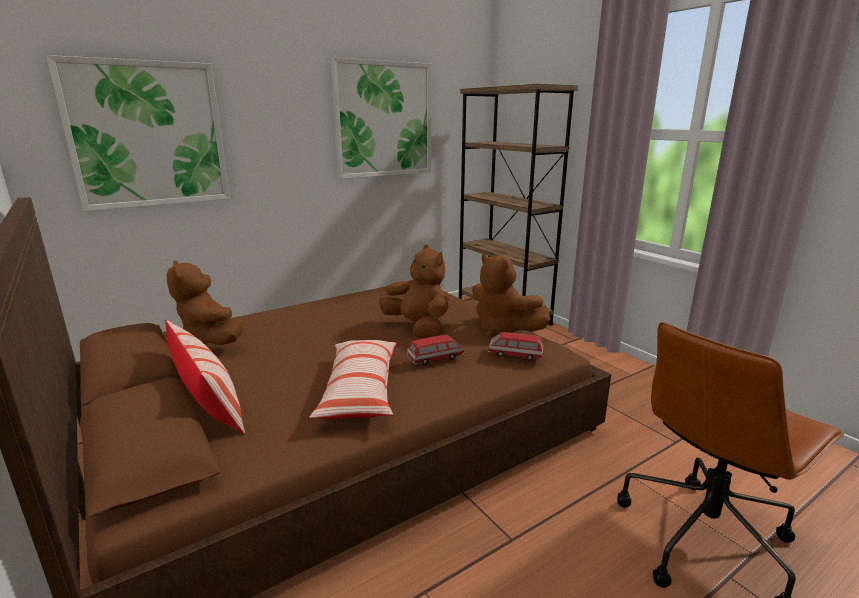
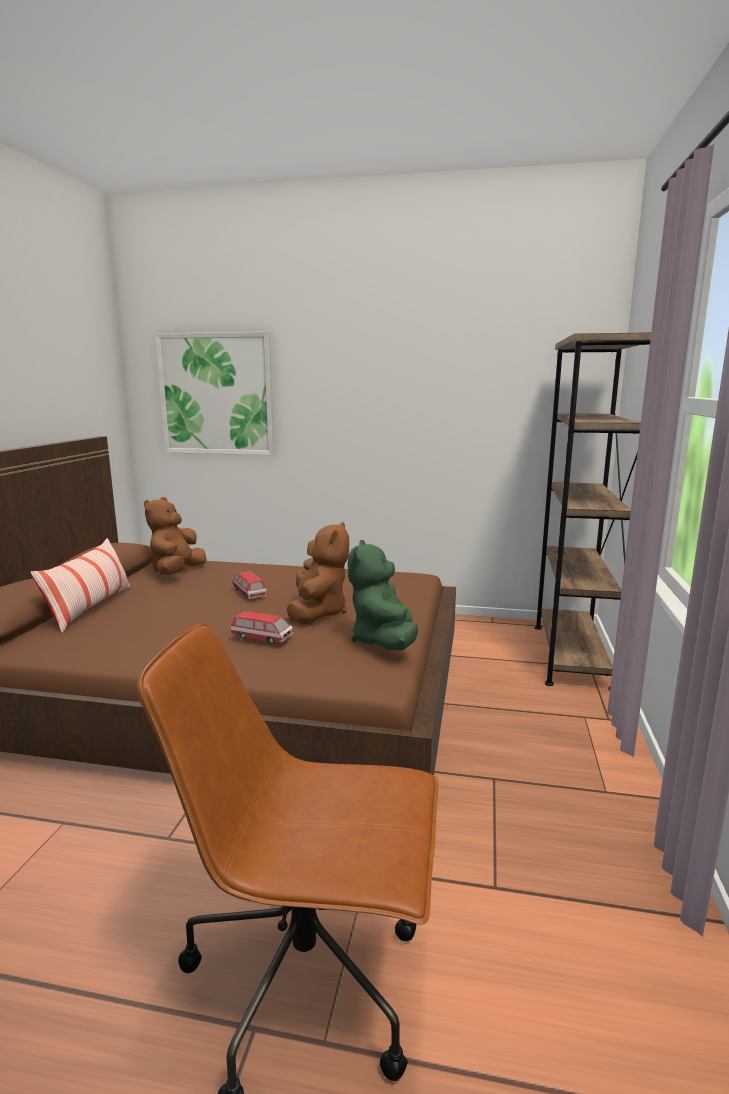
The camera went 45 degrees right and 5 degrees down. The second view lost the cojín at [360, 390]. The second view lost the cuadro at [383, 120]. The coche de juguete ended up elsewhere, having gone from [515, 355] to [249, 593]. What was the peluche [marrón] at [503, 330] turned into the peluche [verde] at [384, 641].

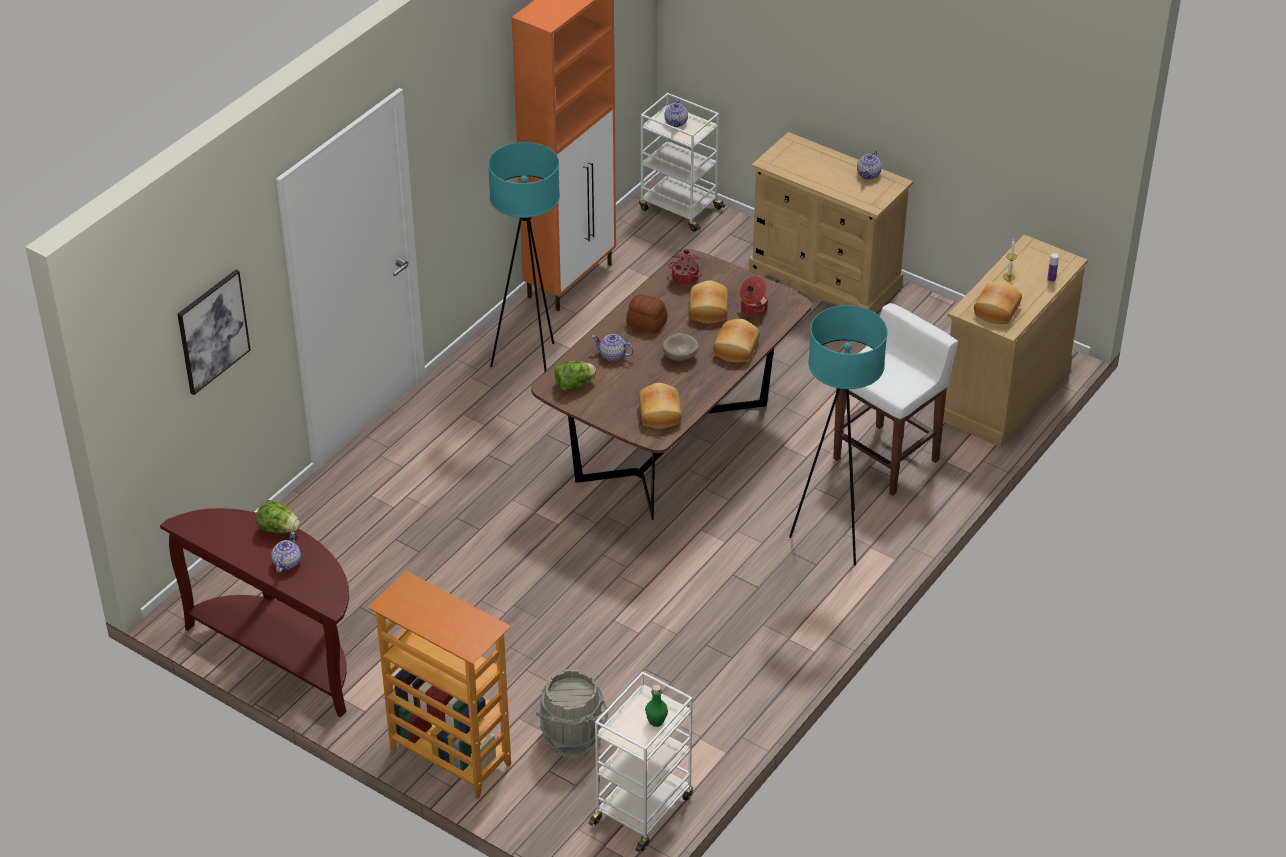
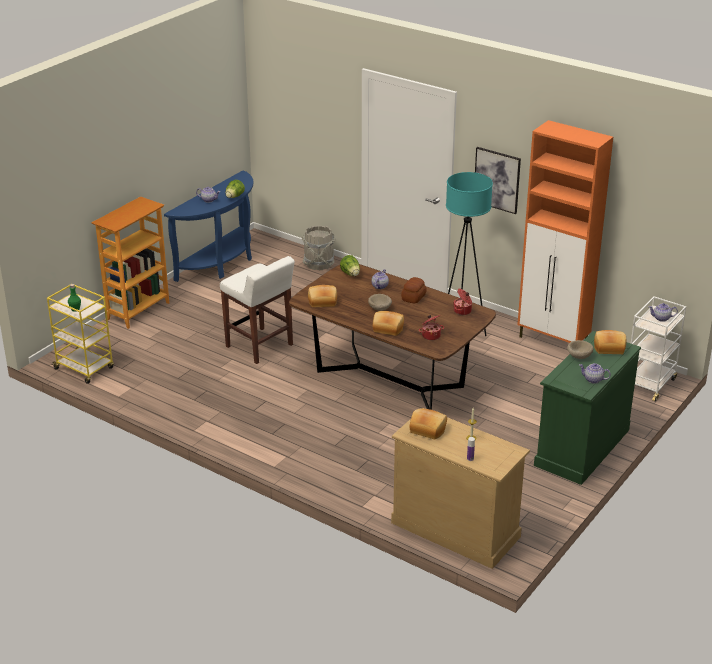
The camera went 90 degrees right and 10 degrees down. The second view lost the lámpara de pie [turquesa] at [833, 536]. The second view gained the cuenco [beis] at [578, 356]. The cuadro ended up elsewhere, having gone from [212, 331] to [497, 180]. The cubo [gris] ended up elsewhere, having gone from [572, 737] to [319, 264]. The pan ended up elsewhere, having gone from [707, 310] to [609, 347]. The taburete [blanco] ended up elsewhere, having gone from [887, 459] to [260, 346]. What was the mesa consola [marrón] at [282, 654] turned into the mesa consola [azul] at [221, 263]. What was the carrito [blanco] at [643, 808] turned into the carrito [amarillo] at [85, 369]. What was the cómoda [beis] at [825, 278] turned into the cómoda [verde] at [581, 447].

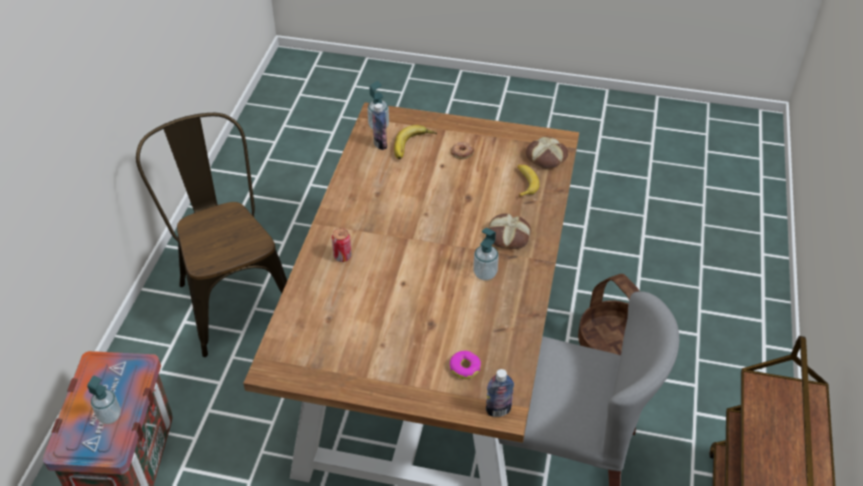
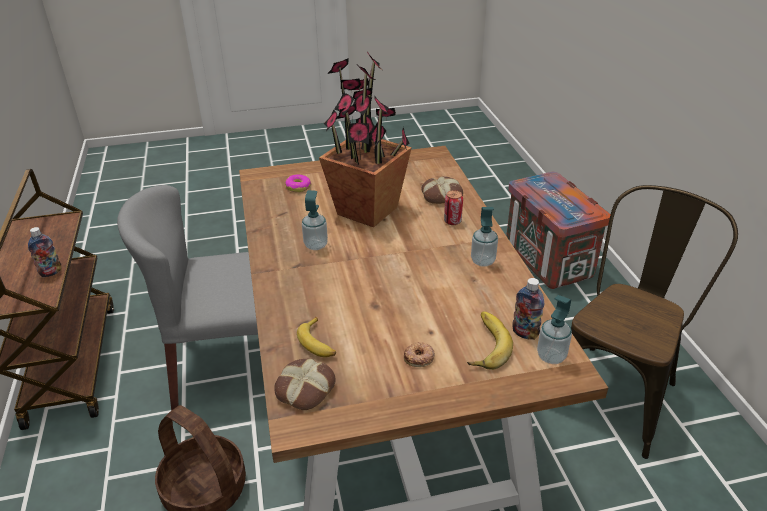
The camera went 155 degrees right and 10 degrees down. The second view gained the planta en maceta at [367, 211]. The dispensador de jabón ended up elsewhere, having gone from [110, 416] to [483, 261]. The botella ended up elsewhere, having gone from [498, 410] to [51, 272]. The pan ended up elsewhere, having gone from [508, 236] to [441, 195]. The silla [marrón] at [232, 296] ended up facing another way, 90 degrees counterclockwise from before.

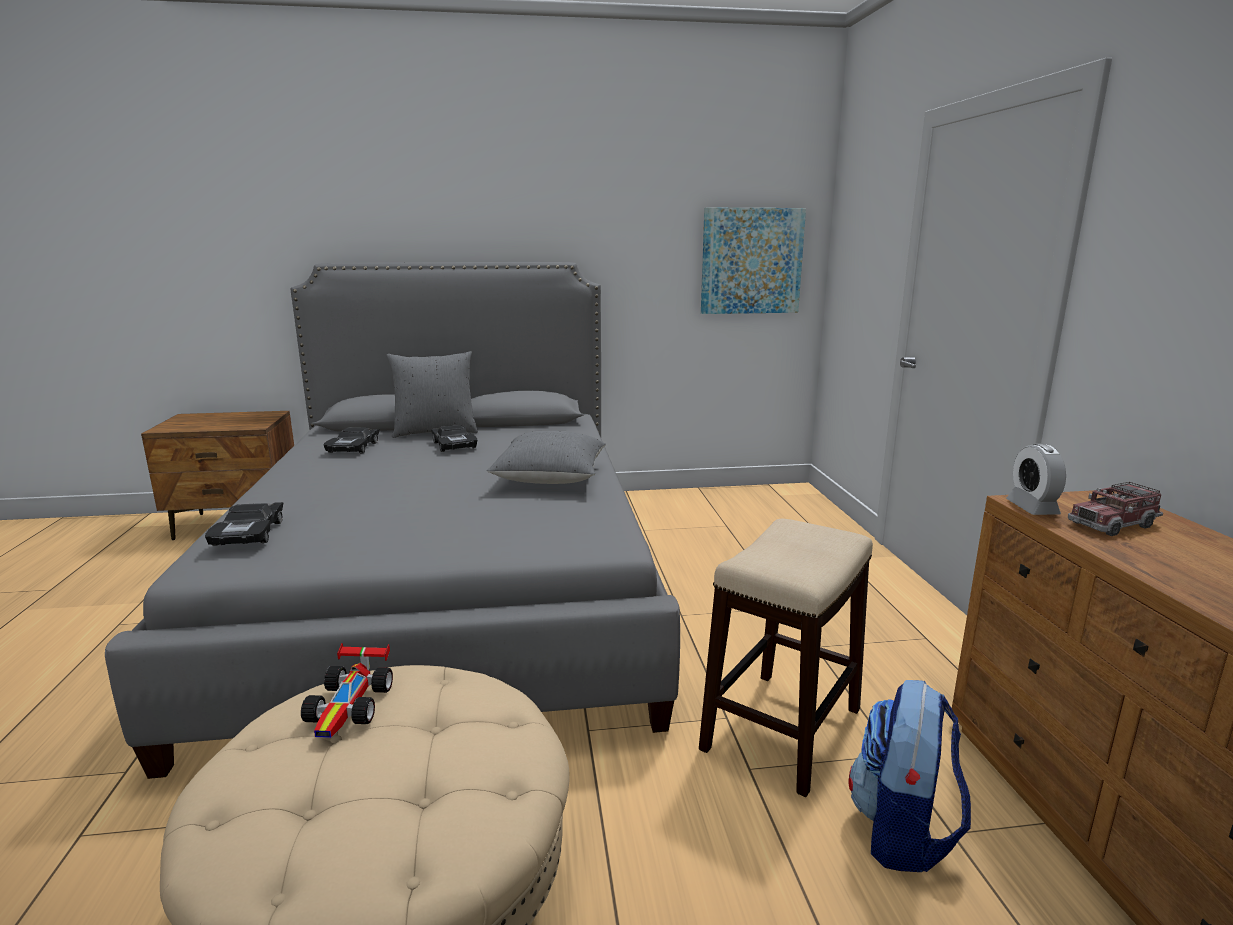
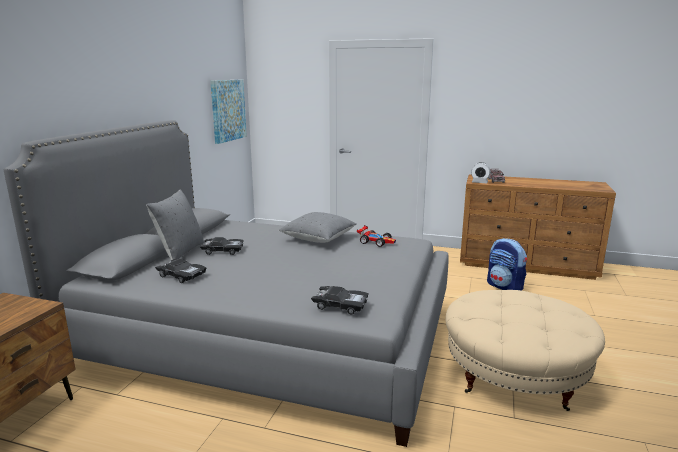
The camera went 65 degrees left and 0 degrees up. The second view lost the taburete at [781, 730]. The coche de juguete ended up elsewhere, having gone from [351, 705] to [376, 242].

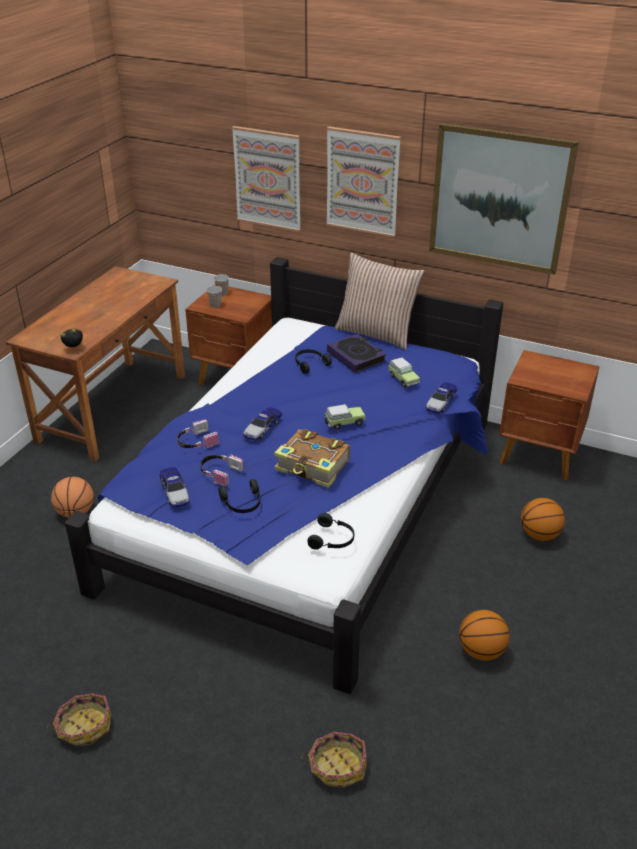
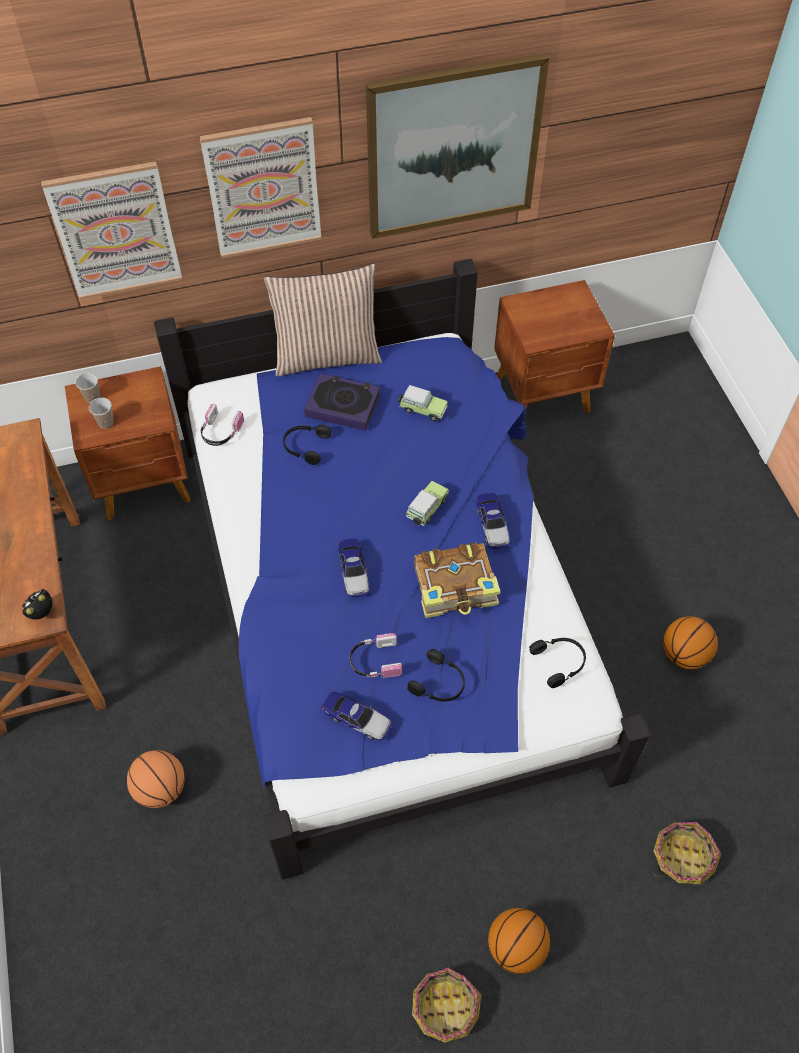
The camera went 40 degrees left and 20 degrees up. The auriculares ended up elsewhere, having gone from [196, 442] to [220, 432]. The coche de juguete ended up elsewhere, having gone from [441, 402] to [492, 524]. The balón de baloncesto ended up elsewhere, having gone from [539, 535] to [516, 947].

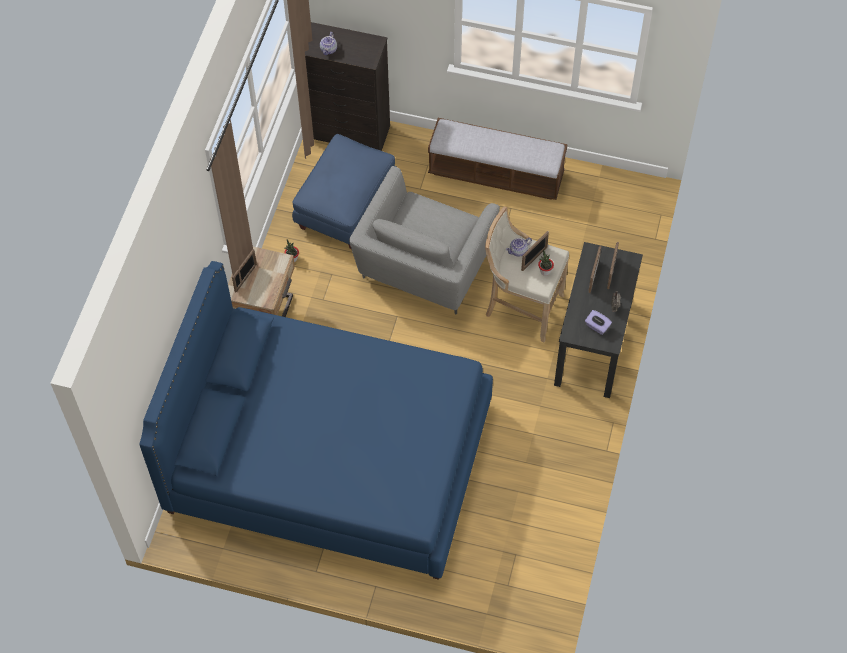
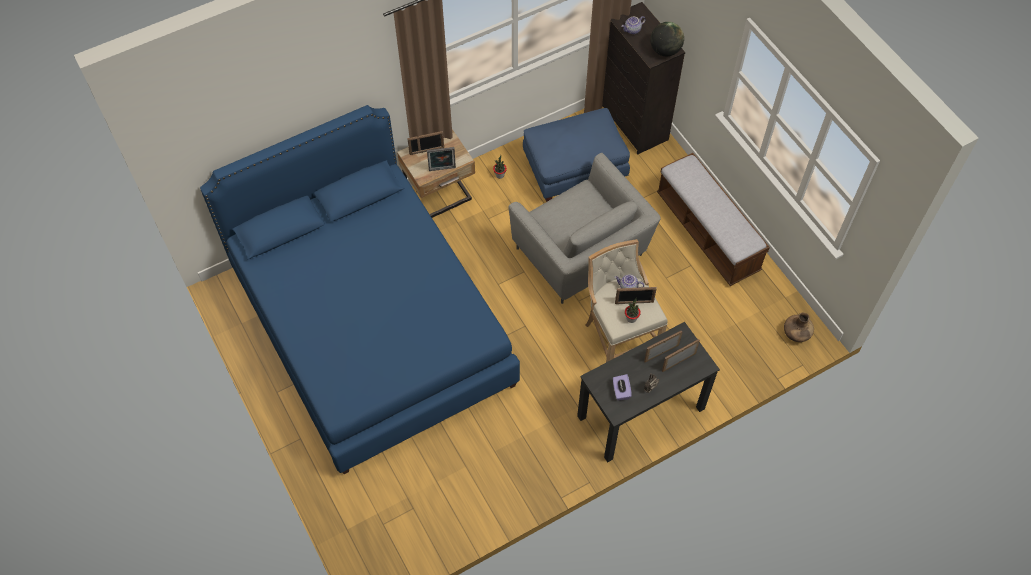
The camera went 45 degrees right and 0 degrees up. The second view gained the portarretratos at [442, 170]. The second view gained the globo terráqueo at [665, 51]. The second view gained the florero [marrón] at [796, 334]. The sillón [gris] at [424, 267] ended up facing another way, 105 degrees counterclockwise from before.

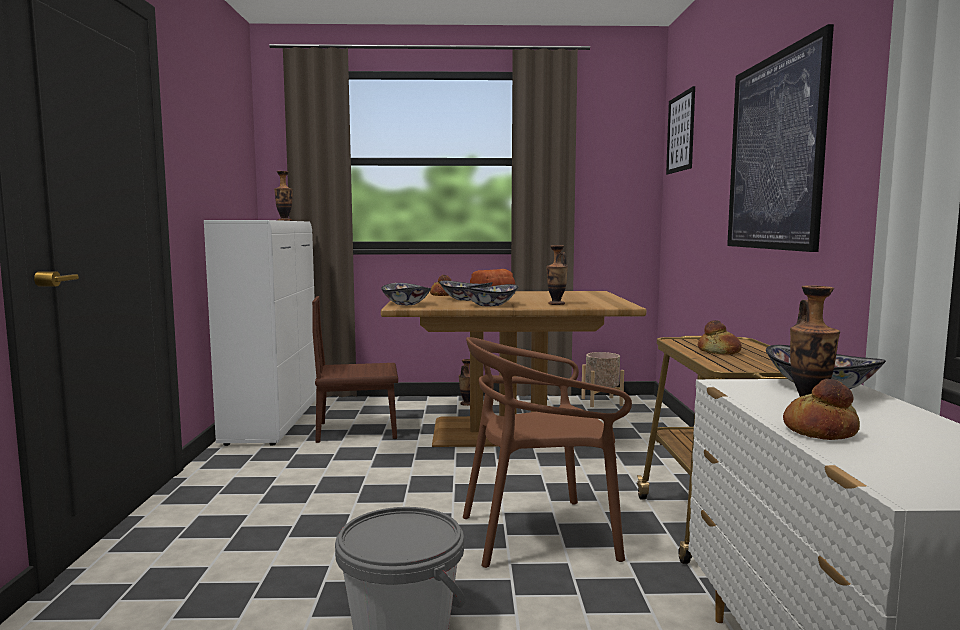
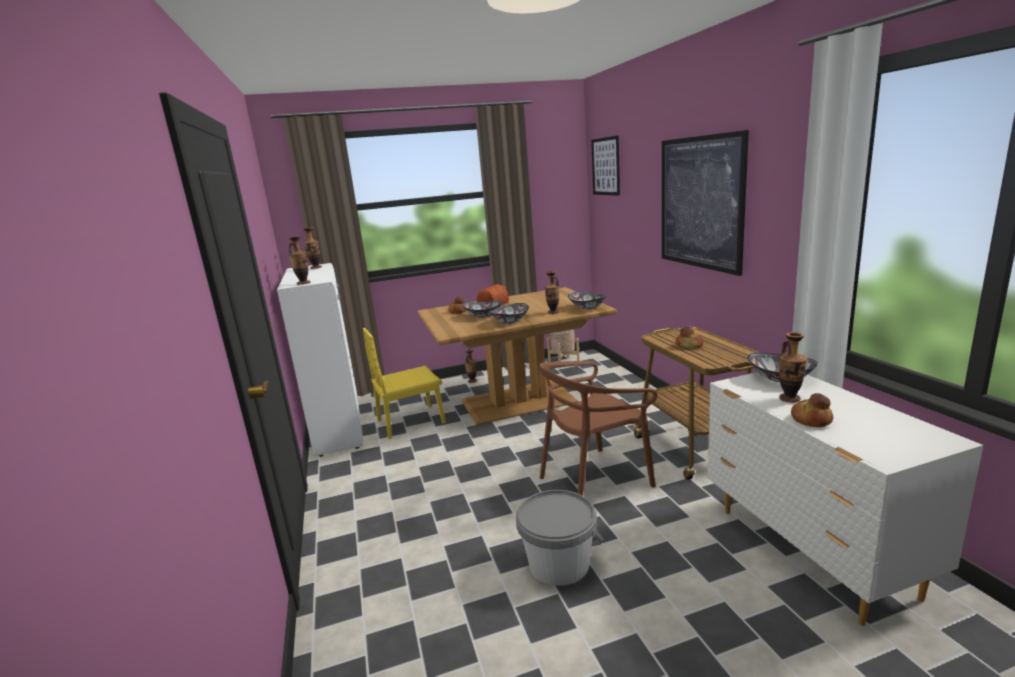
The camera went 15 degrees left and 10 degrees up. The second view gained the florero at [303, 283]. The cuenco ended up elsewhere, having gone from [407, 304] to [588, 307]. What was the silla [marrón] at [357, 430] turned into the silla [amarillo] at [411, 421].

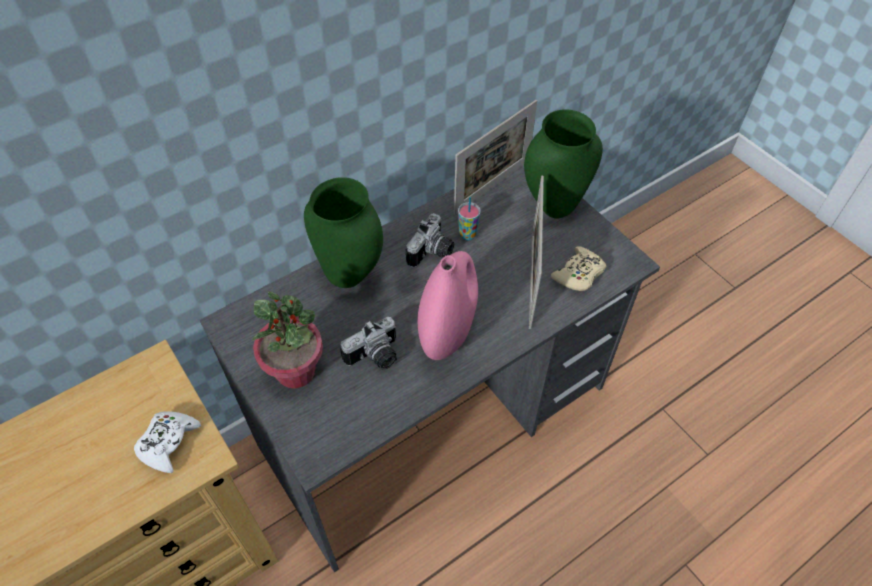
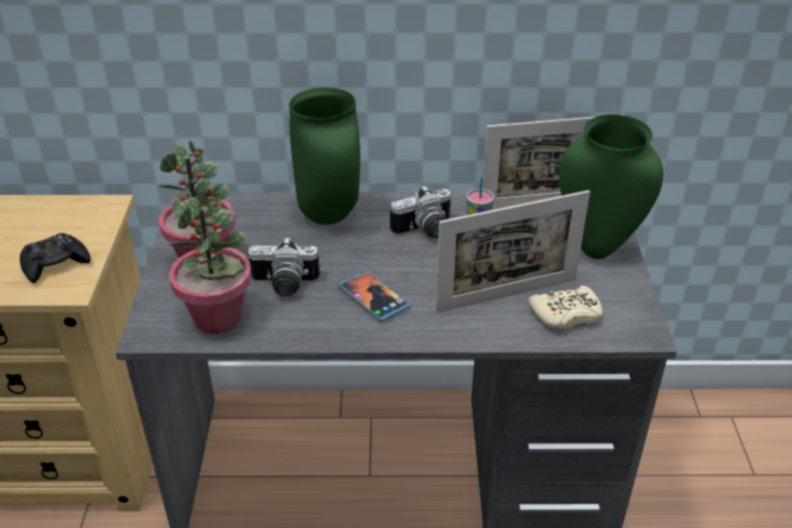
The camera went 35 degrees right and 15 degrees down. The second view gained the planta en maceta at [218, 318]. Where the florero [rosa] stood at [448, 331], the móvil came to stand at [373, 298]. What was the mando de consola [blanco] at [168, 443] turned into the mando de consola [negro] at [55, 264]. The portarretratos at [531, 279] ended up facing another way, 150 degrees counterclockwise from before.

